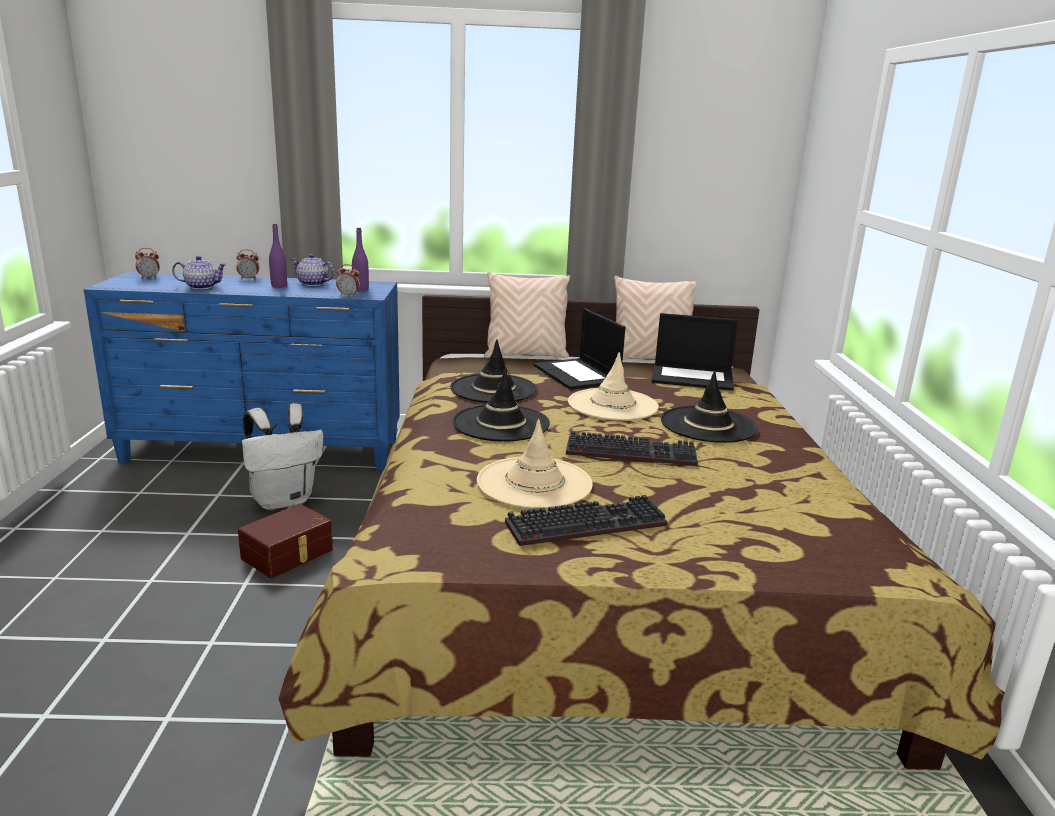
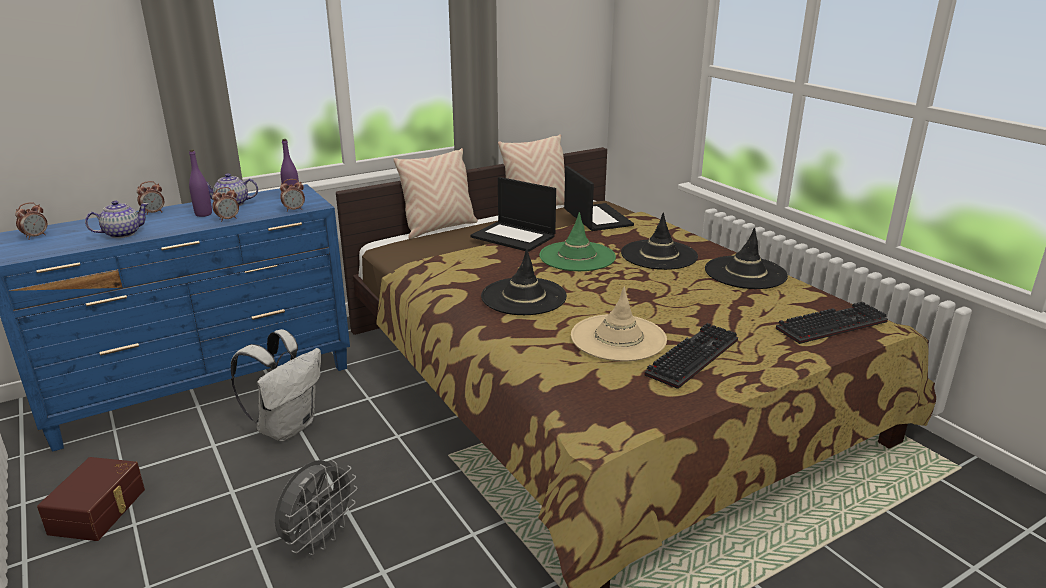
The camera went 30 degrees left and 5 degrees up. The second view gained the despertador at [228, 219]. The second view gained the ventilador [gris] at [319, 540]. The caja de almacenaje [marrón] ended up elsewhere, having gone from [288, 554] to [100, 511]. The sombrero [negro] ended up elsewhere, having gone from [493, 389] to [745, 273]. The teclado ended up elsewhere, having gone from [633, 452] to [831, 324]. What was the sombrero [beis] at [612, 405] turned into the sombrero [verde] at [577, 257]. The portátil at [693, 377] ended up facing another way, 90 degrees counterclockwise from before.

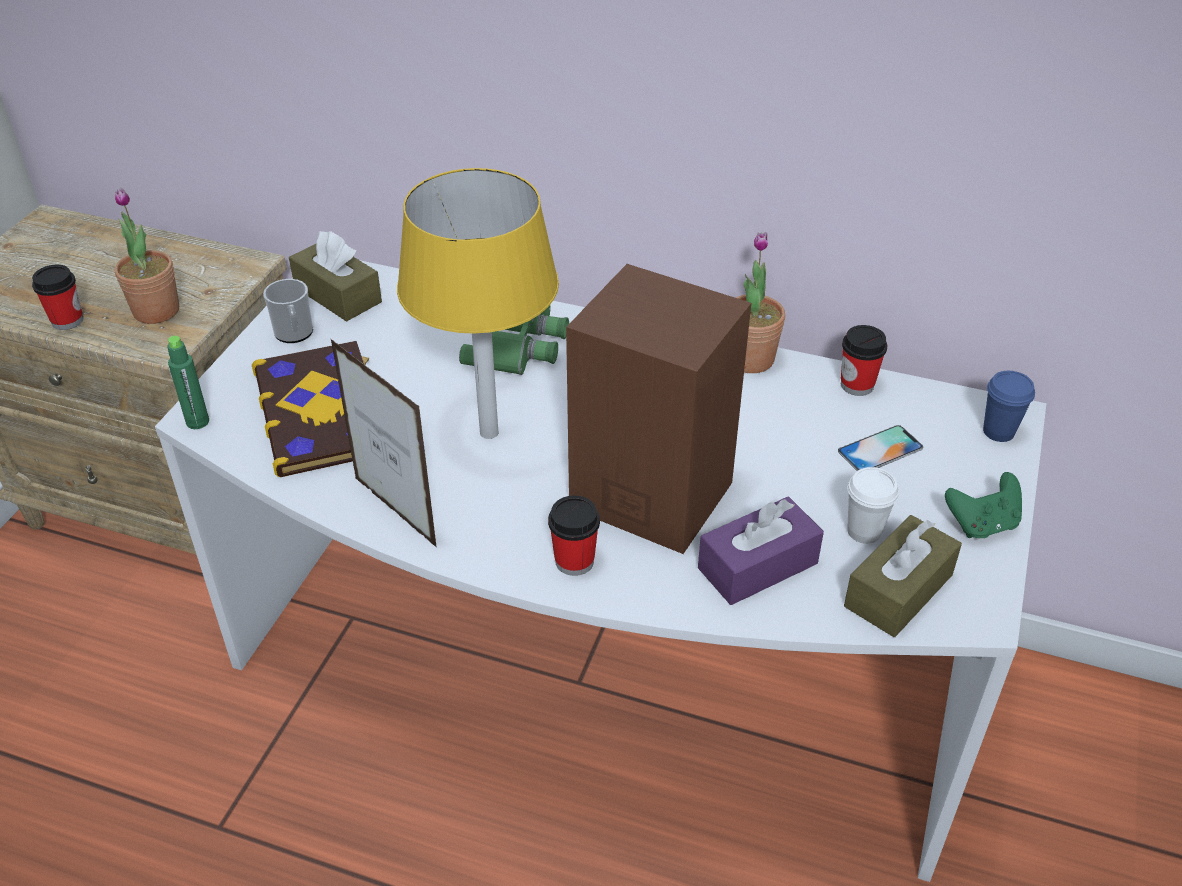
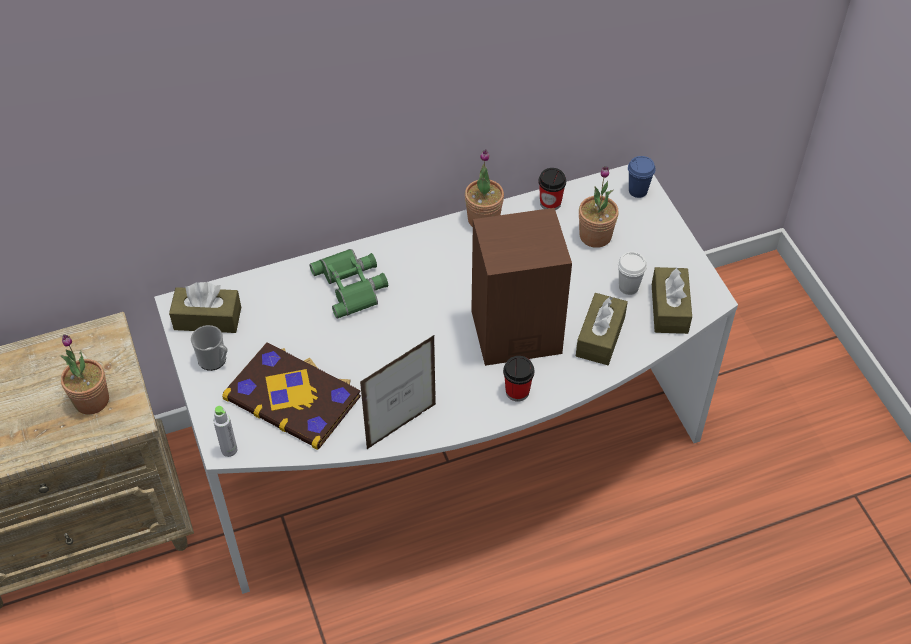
The camera went 40 degrees left and 10 degrees up. The second view lost the taza at [67, 320]. The second view lost the lámpara de mesa [amarillo] at [489, 433]. The second view lost the mando de consola [verde] at [982, 524]. Where the móvil stood at [880, 449], the planta en maceta came to stand at [595, 236]. What was the botella [verde] at [197, 422] turned into the botella [gris] at [229, 450]. What was the caja de pañuelos [morado] at [757, 566] turned into the caja de pañuelos [marrón] at [600, 337]. The portarretratos at [394, 511] ended up facing another way, 135 degrees clockwise from before.

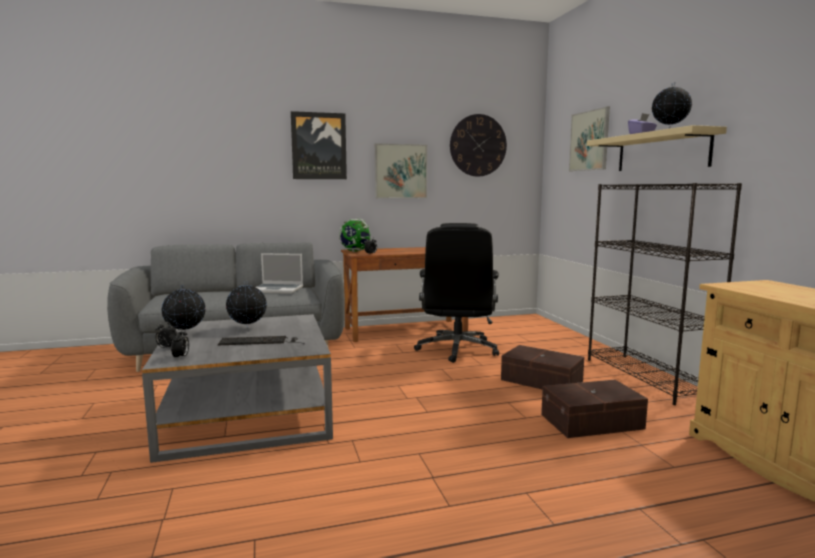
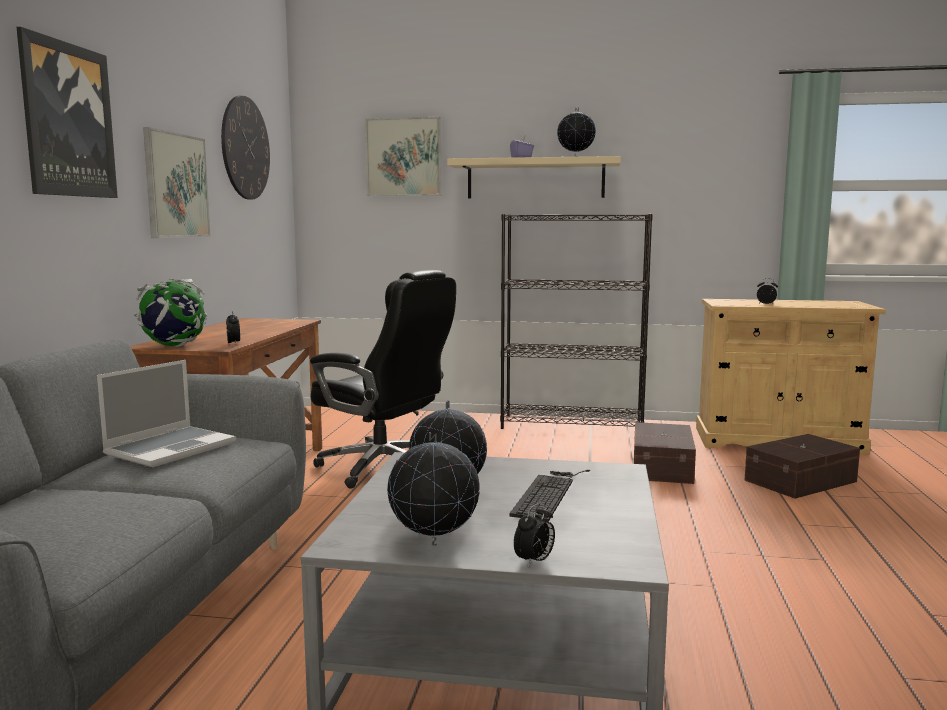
The camera went 65 degrees left and 0 degrees up. The despertador ended up elsewhere, having gone from [181, 357] to [766, 304]. The caja de almacenaje [marrón] ended up elsewhere, having gone from [541, 381] to [802, 481].

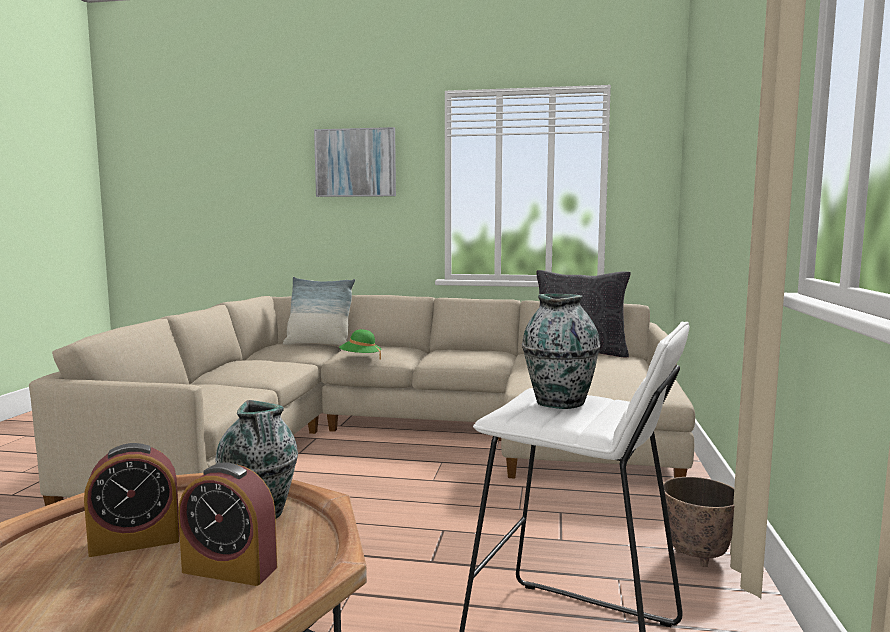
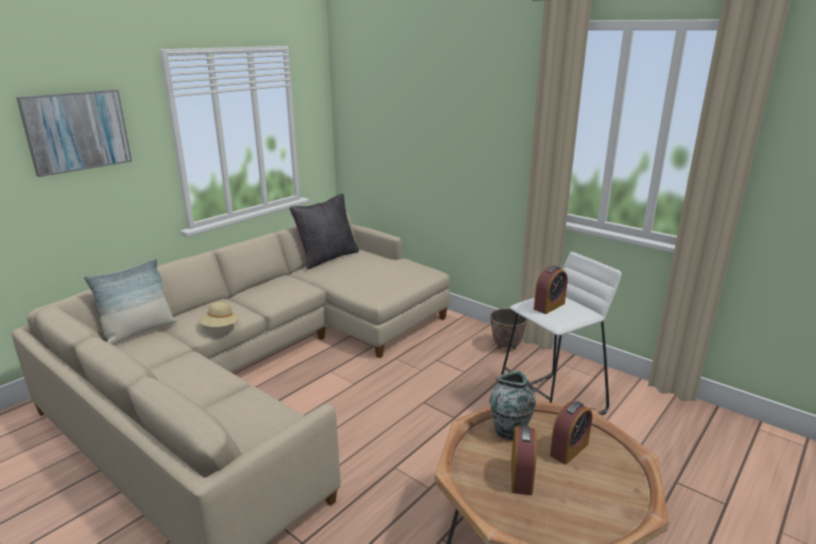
The camera went 60 degrees left and 15 degrees up. Where the florero stood at [559, 402], the despertador came to stand at [549, 306]. What was the sombrero [verde] at [360, 358] turned into the sombrero [beis] at [220, 327].

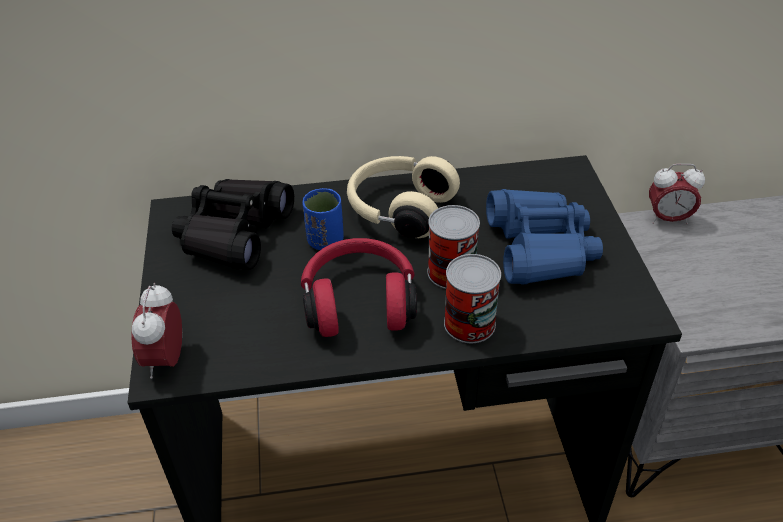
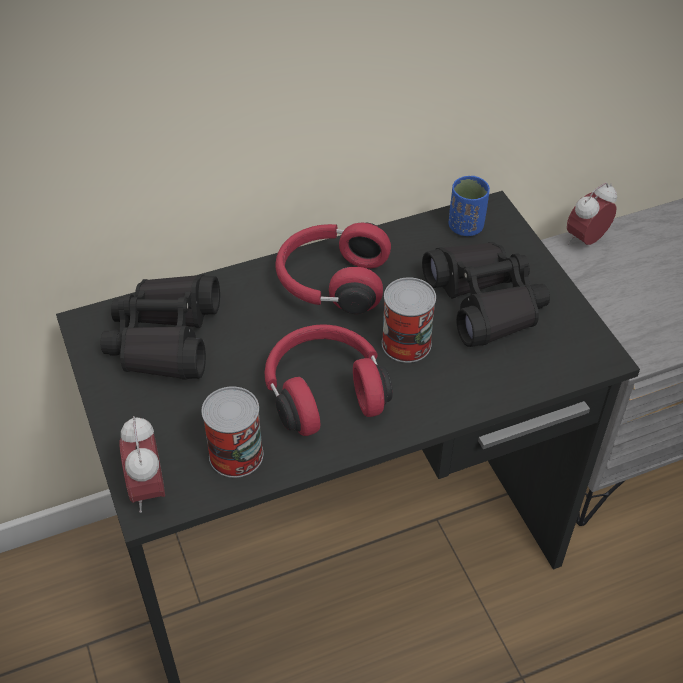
The camera went 15 degrees left and 5 degrees up. The taza [azul] ended up elsewhere, having gone from [325, 241] to [466, 227]. The lata ended up elsewhere, having gone from [469, 323] to [236, 455]. What was the auriculares [beis] at [399, 209] turned into the auriculares [rojo] at [331, 282]. What was the prismáticos [azul] at [540, 248] turned into the prismáticos [negro] at [485, 302]. The despertador at [668, 219] ended up facing another way, 150 degrees clockwise from before.

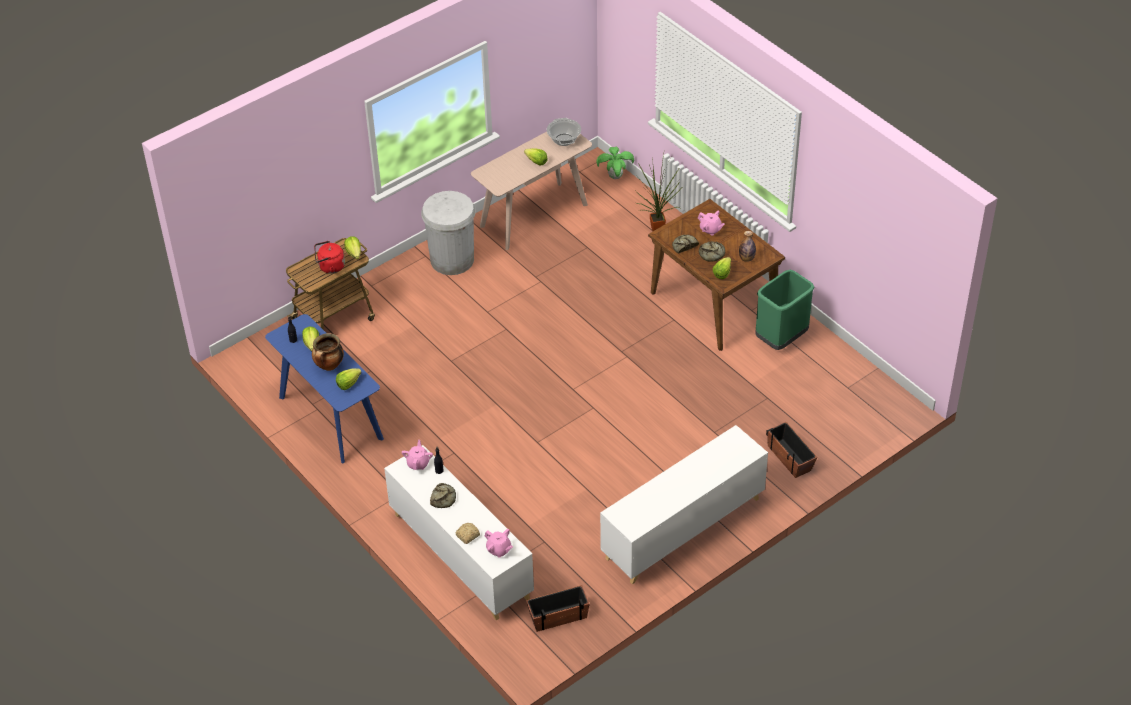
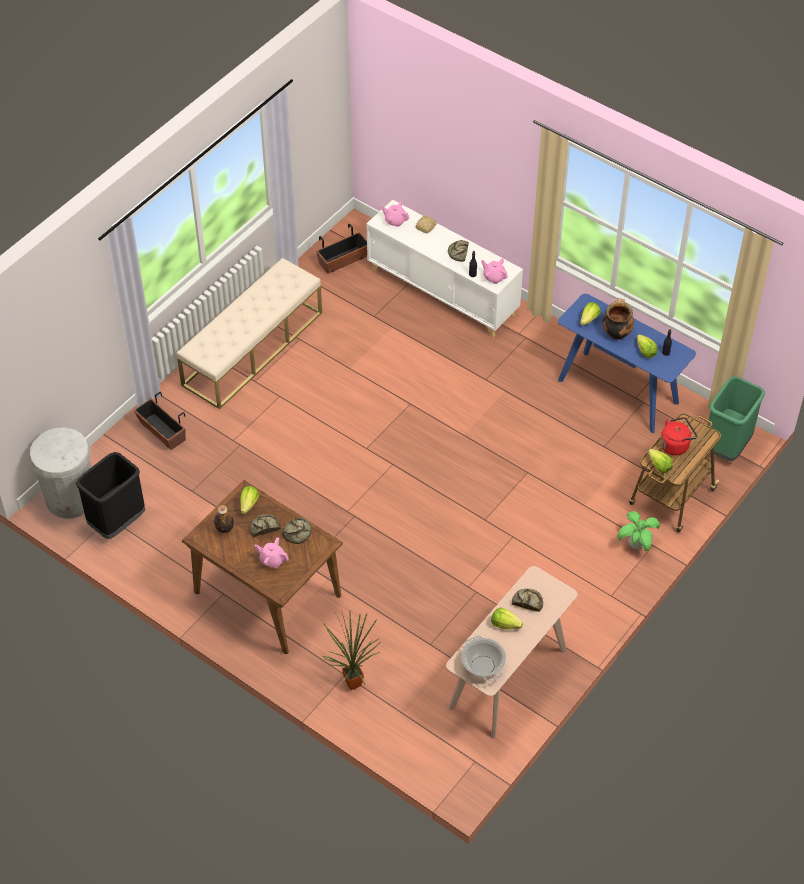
The camera went 165 degrees right and 5 degrees up. The second view gained the papelera [negro] at [117, 522]. The second view gained the pan at [527, 601]. The papelera [blanco] ended up elsewhere, having gone from [452, 259] to [70, 498]. The planta en maceta ended up elsewhere, having gone from [615, 176] to [636, 545]. The papelera [verde] ended up elsewhere, having gone from [781, 338] to [726, 446]. Where the armario [blanco] stood at [682, 529], the banco [beis] came to stand at [253, 348]. The tetera [rosa] at [418, 463] ended up facing another way, 135 degrees clockwise from before.

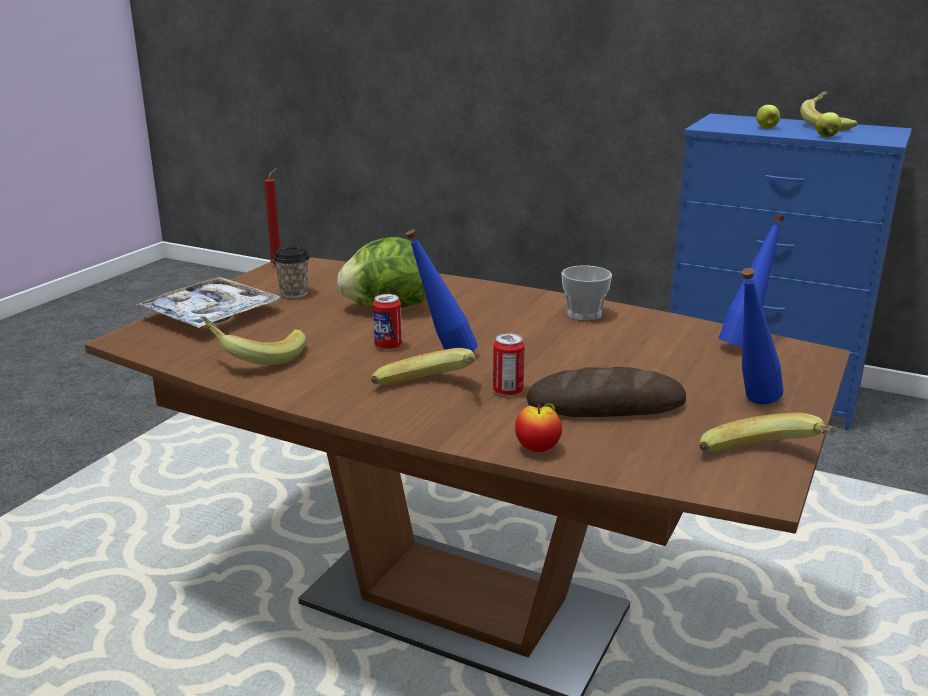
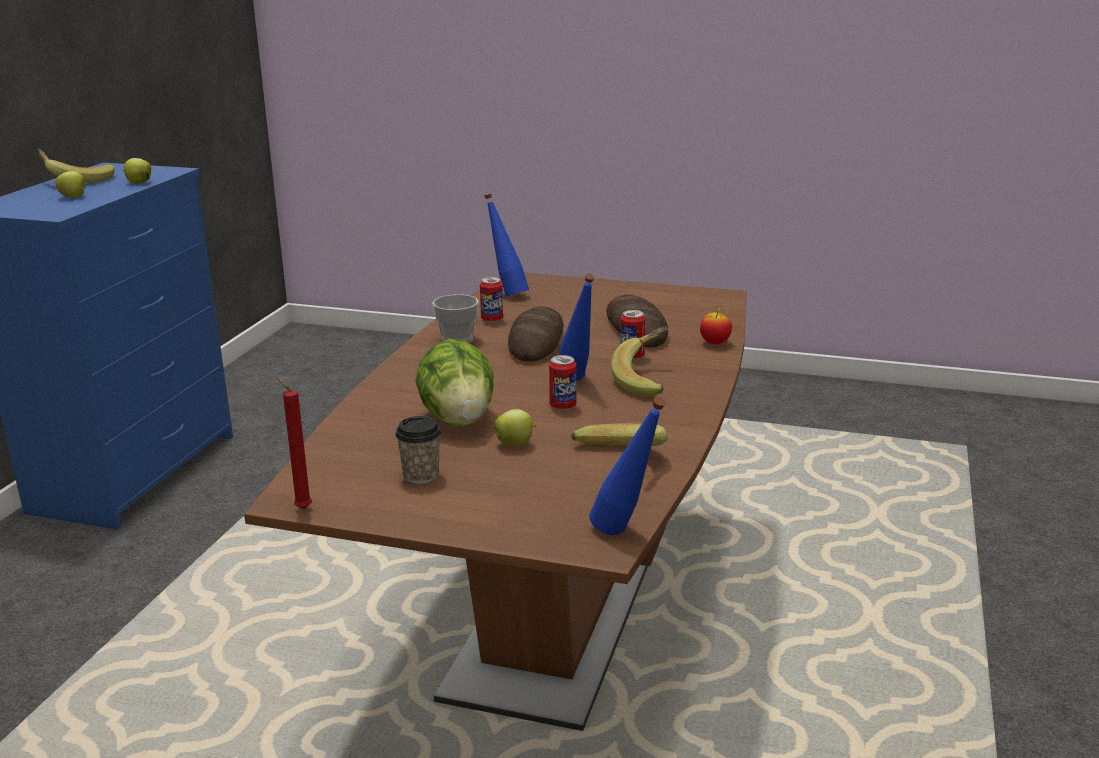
The camera went 100 degrees left and 0 degrees up. The second view lost the bandeja at [211, 315]. The second view lost the plátano at [766, 463]. The second view gained the lata at [492, 319]. The second view gained the manzana at [515, 443]. The second view gained the pan at [536, 341]. The botella [azul] ended up elsewhere, having gone from [750, 404] to [626, 534].

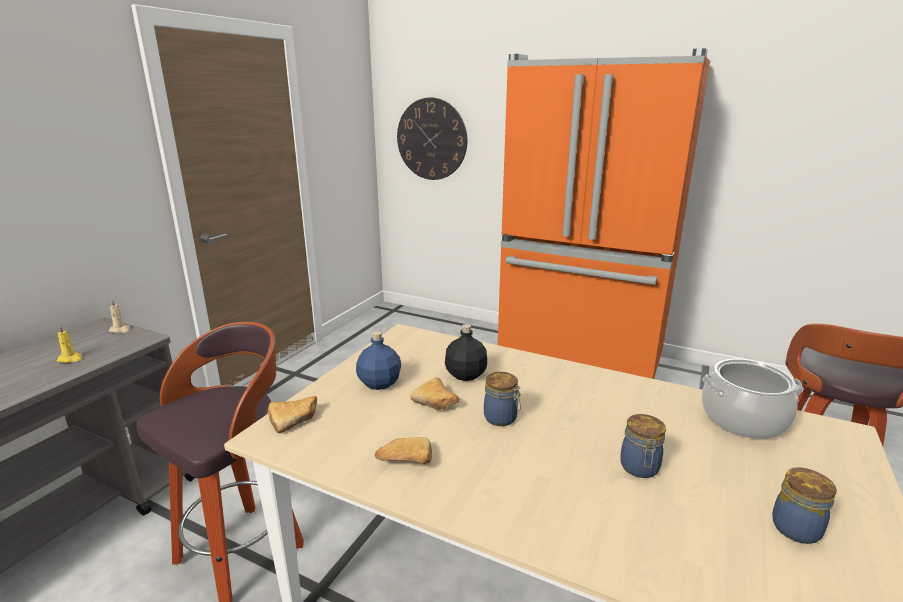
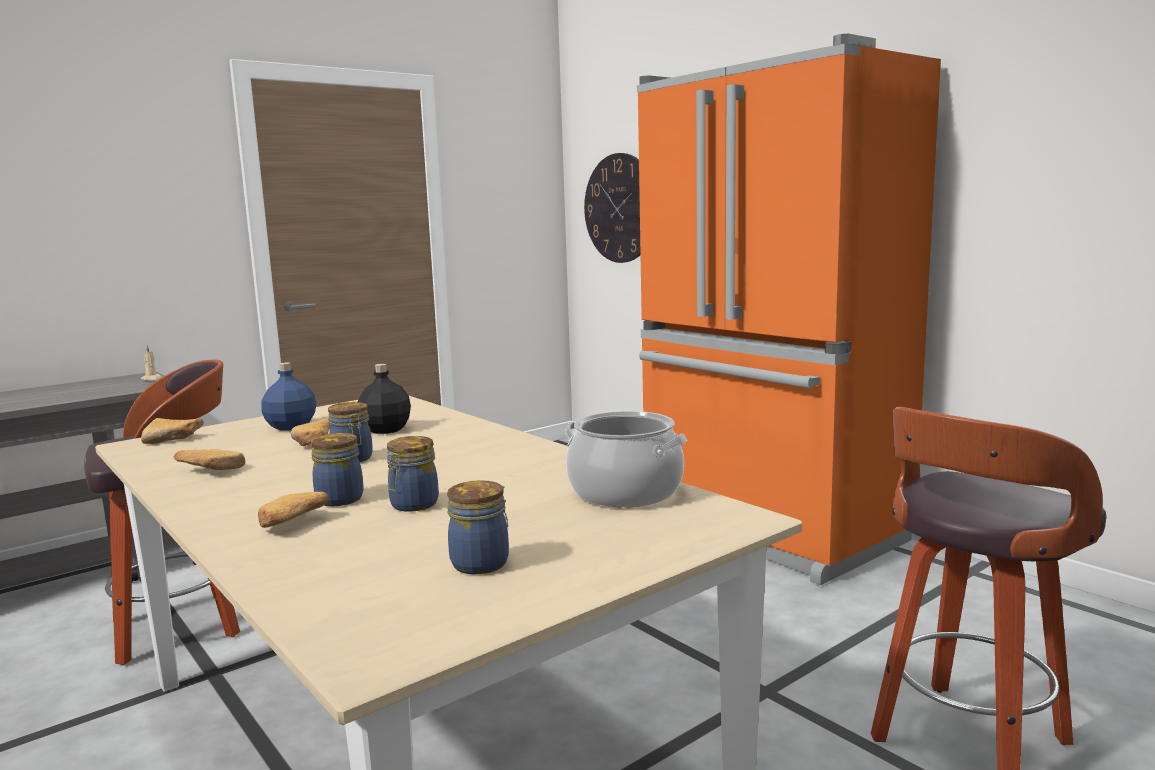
The camera went 25 degrees right and 10 degrees down. The second view lost the vela [amarillo] at [71, 359]. The second view gained the pan at [288, 525]. The second view gained the tarro at [340, 498].

